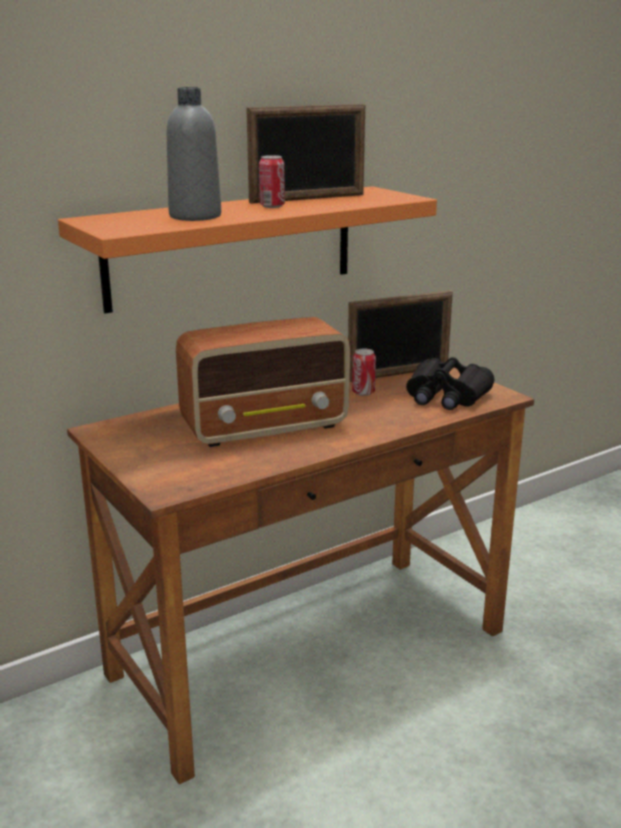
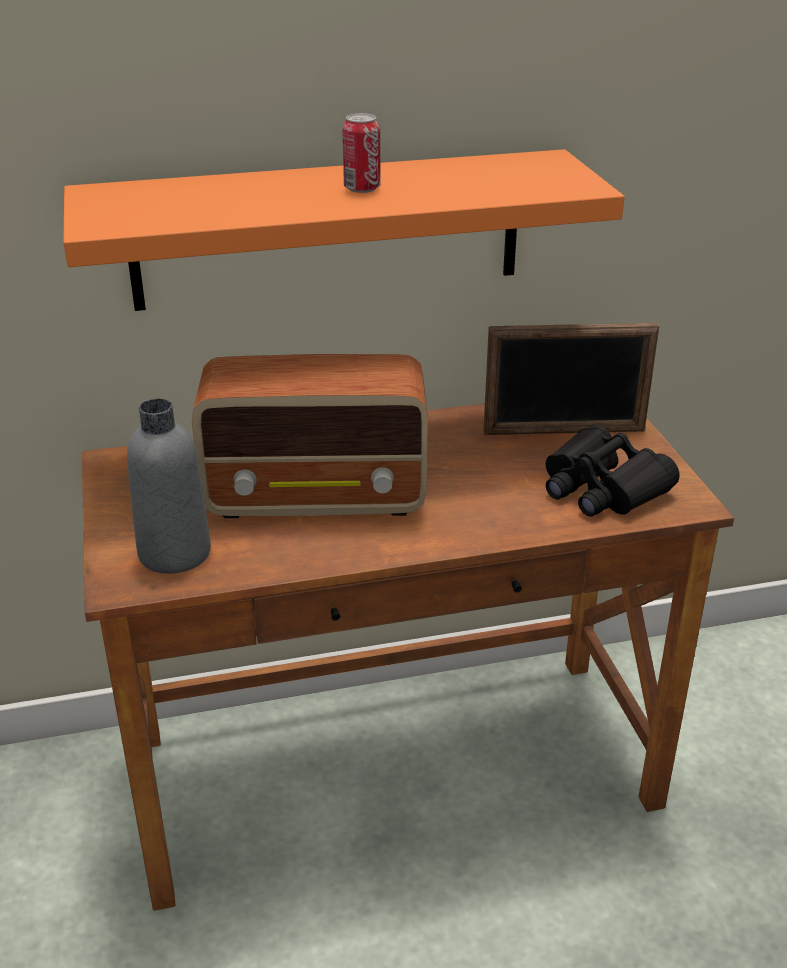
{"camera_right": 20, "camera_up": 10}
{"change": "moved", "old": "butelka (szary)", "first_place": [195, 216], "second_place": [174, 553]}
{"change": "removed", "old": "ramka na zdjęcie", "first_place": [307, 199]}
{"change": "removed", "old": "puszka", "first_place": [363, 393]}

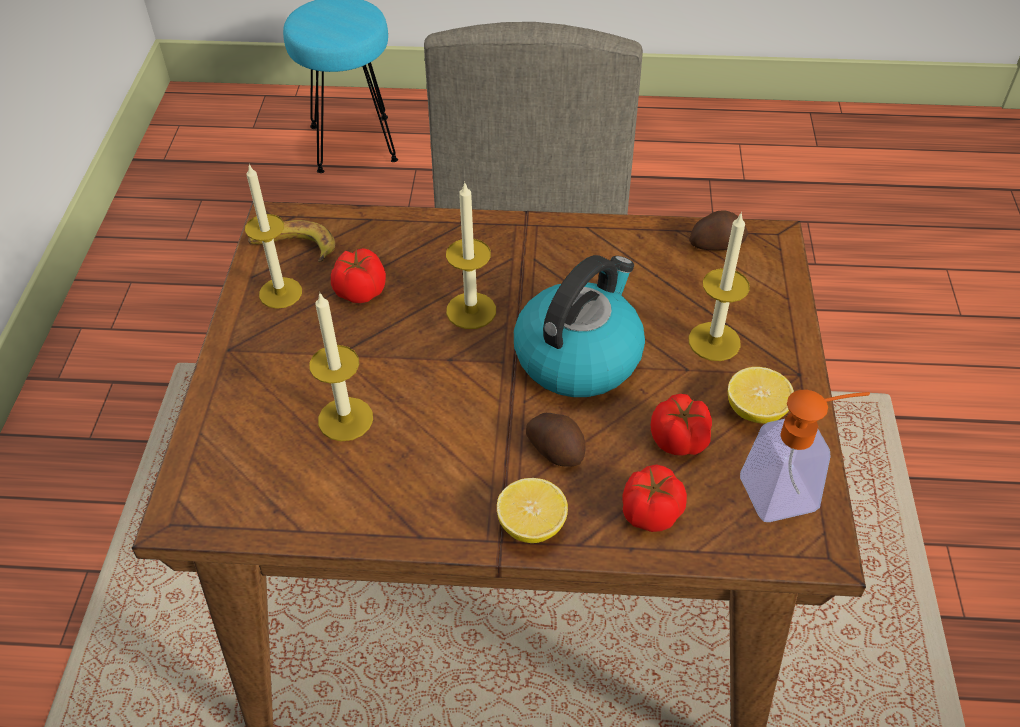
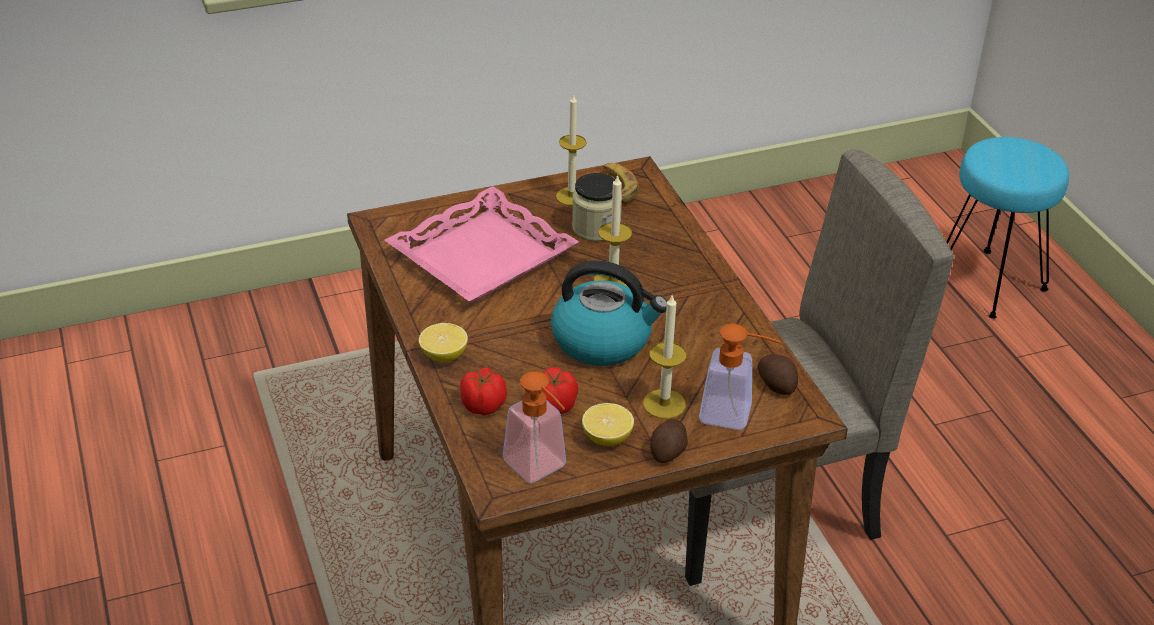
{"camera_right": 65, "camera_up": -10}
{"change": "replaced", "old": "świeca", "new": "taca (różowy)", "first_place": [345, 419], "second_place": [482, 257]}
{"change": "replaced", "old": "pomidor", "new": "słoik", "first_place": [359, 291], "second_place": [596, 228]}
{"change": "moved", "old": "ziemniak", "first_place": [556, 449], "second_place": [669, 451]}
{"change": "added", "new": "dozownik mydła", "second_place": [735, 415]}

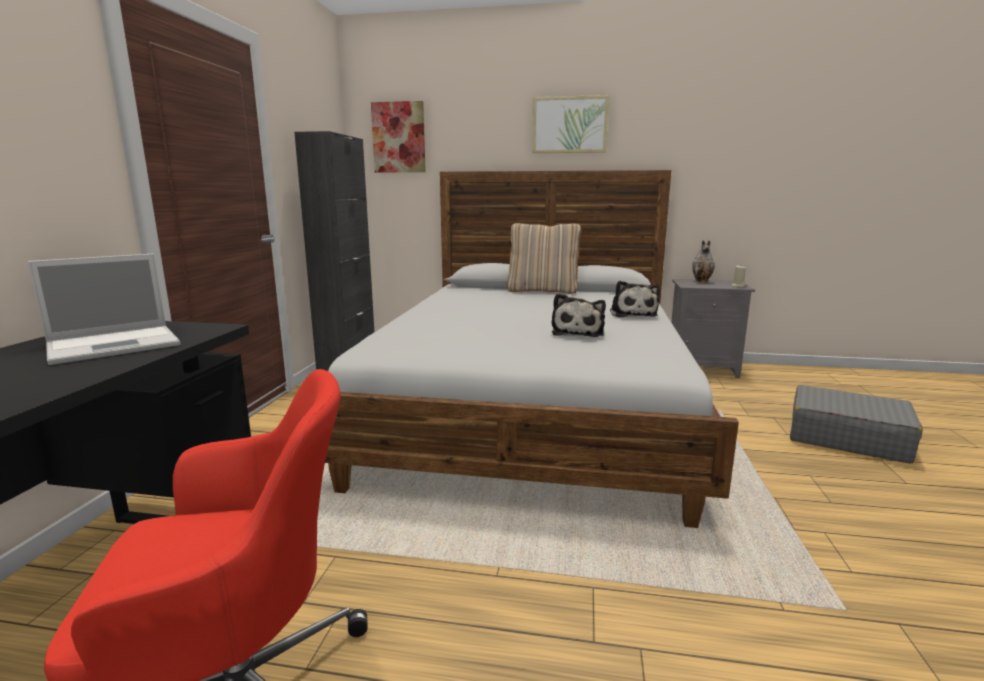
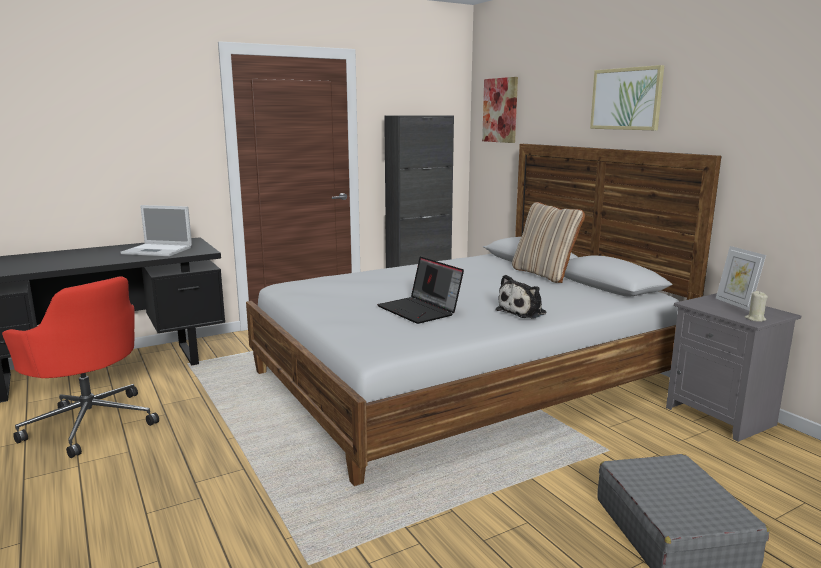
{"camera_right": 50, "camera_up": 0}
{"change": "replaced", "old": "pluszak", "new": "laptop", "first_place": [577, 332], "second_place": [420, 310]}
{"change": "replaced", "old": "wazon", "new": "ramka na zdjęcie", "first_place": [702, 281], "second_place": [735, 304]}

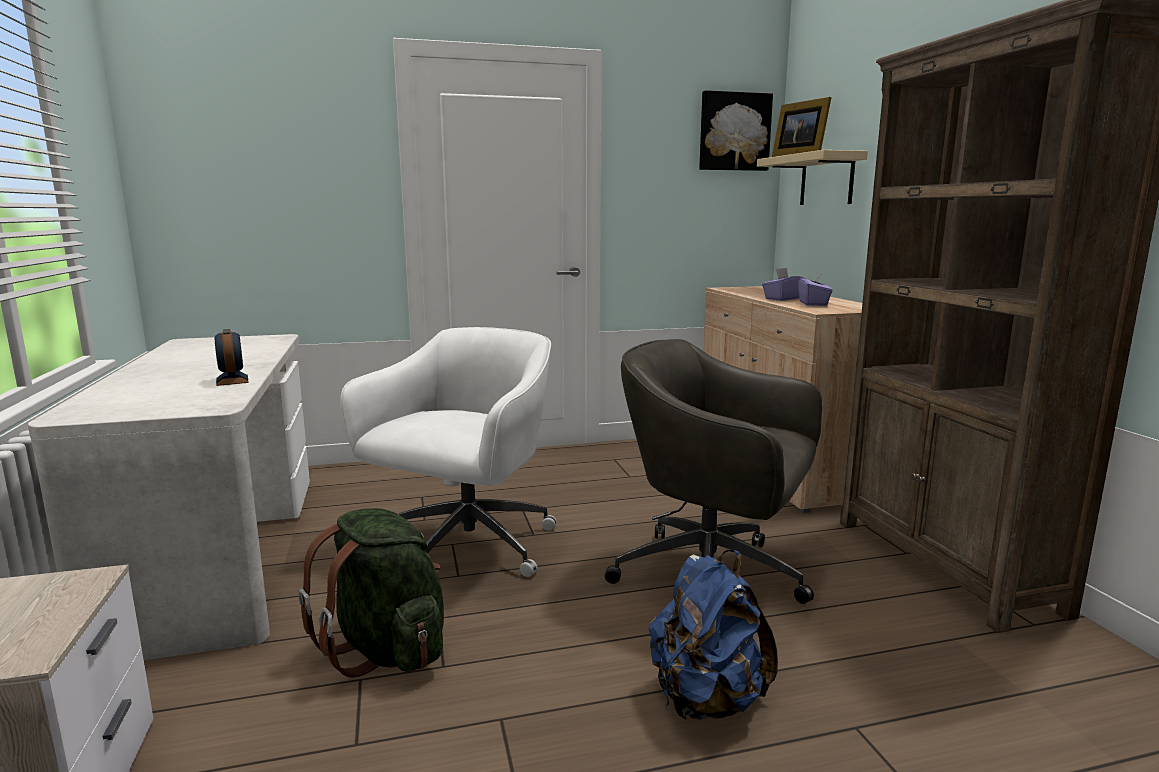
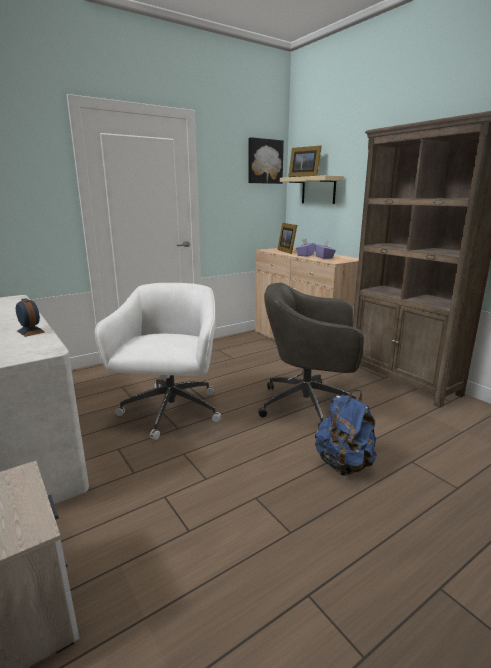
{"camera_right": -20, "camera_up": 5}
{"change": "added", "new": "ramka na zdjęcie", "second_place": [287, 251]}
{"change": "removed", "old": "plecak (zielony)", "first_place": [386, 649]}

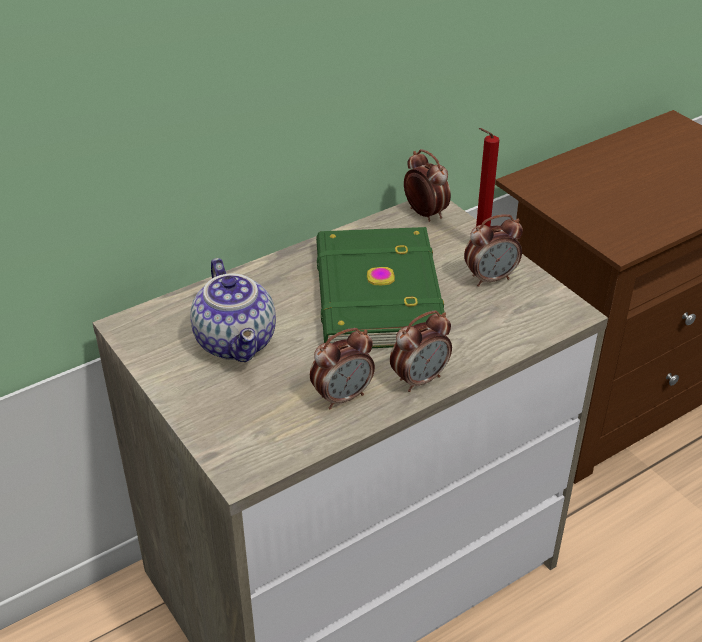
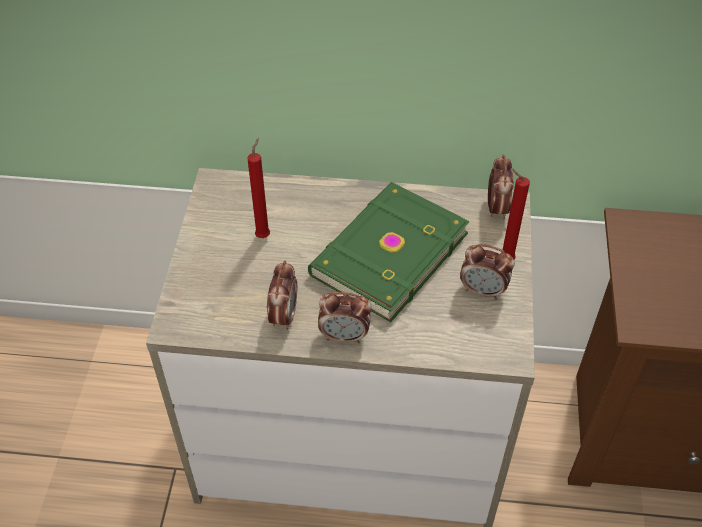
{"camera_right": 40, "camera_up": 10}
{"change": "replaced", "old": "imbryk", "new": "świeca (czerwony)", "first_place": [238, 342], "second_place": [264, 235]}
{"change": "turned", "old": "budzik", "first_place": [343, 397], "second_place": [283, 316], "degrees": -90}

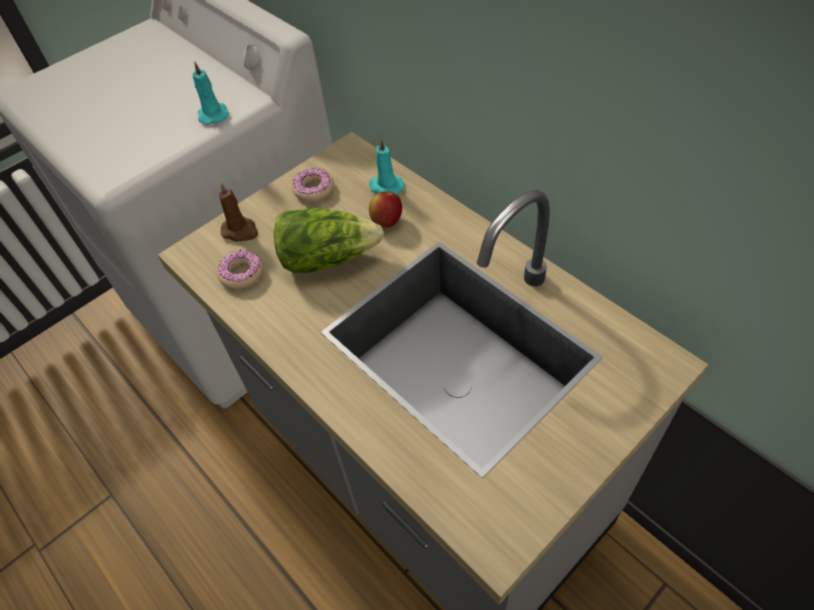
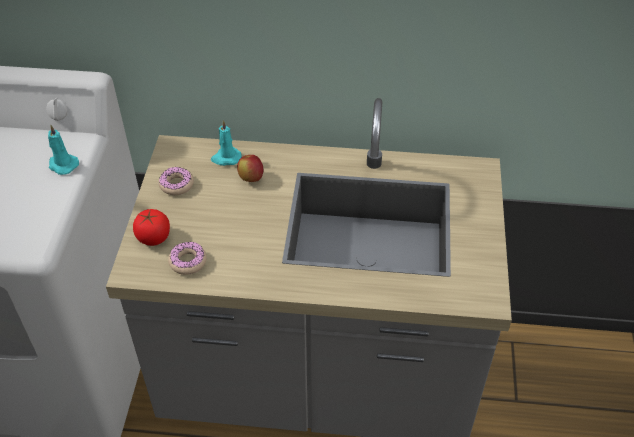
{"camera_right": -45, "camera_up": -5}
{"change": "replaced", "old": "świeca (brązowy)", "new": "pomidor", "first_place": [240, 231], "second_place": [153, 237]}
{"change": "removed", "old": "sałata", "first_place": [327, 258]}

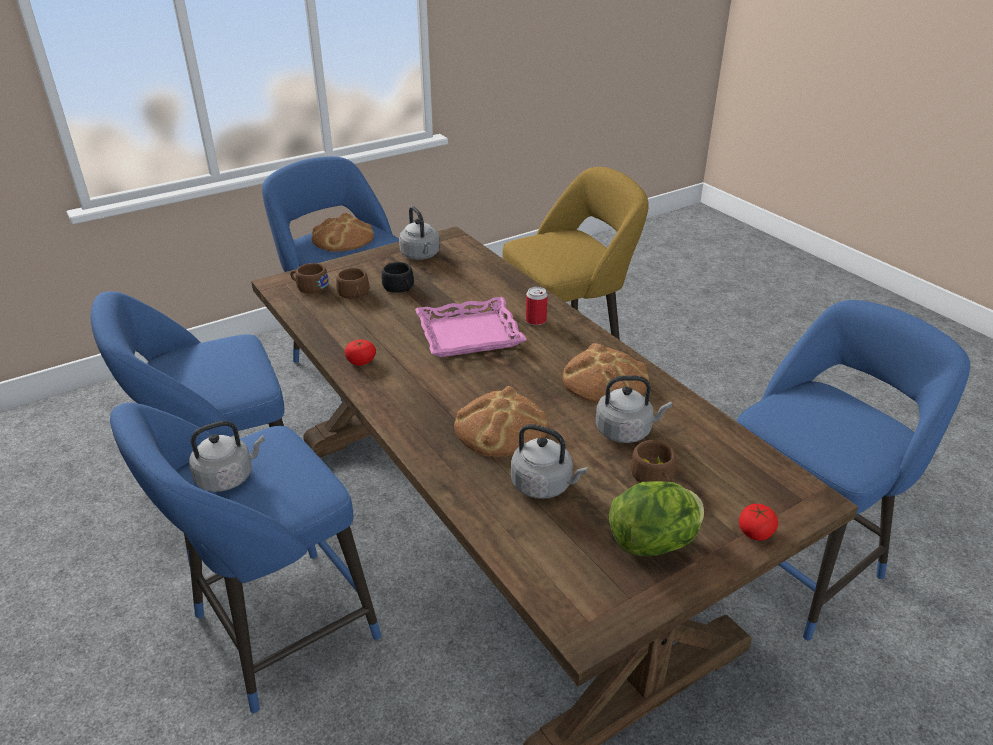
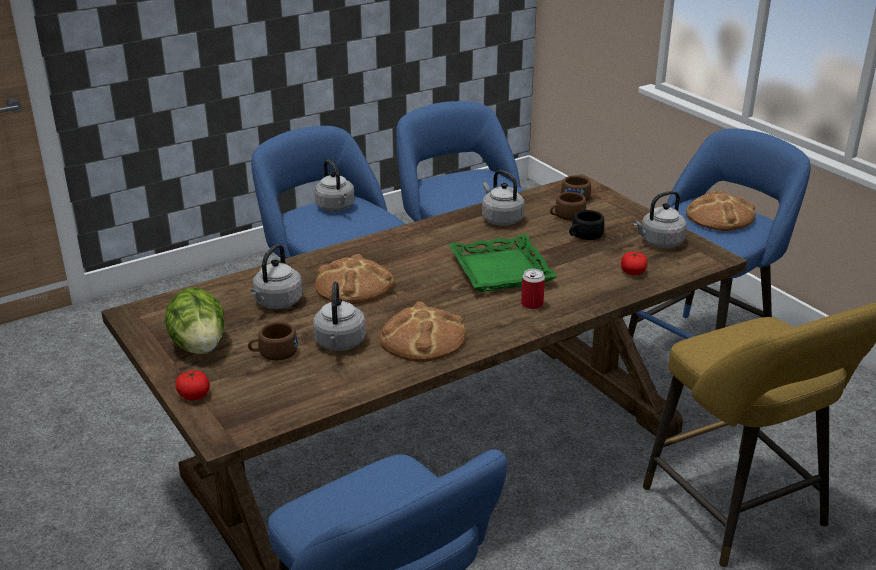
{"camera_right": 90, "camera_up": -5}
{"change": "recoloured", "old": "taca (różowy)", "new": "taca (zielony)", "first_place": [469, 335], "second_place": [500, 270]}
{"change": "added", "new": "czajnik (szary)", "second_place": [500, 219]}
{"change": "moved", "old": "pomidor", "first_place": [361, 361], "second_place": [633, 272]}

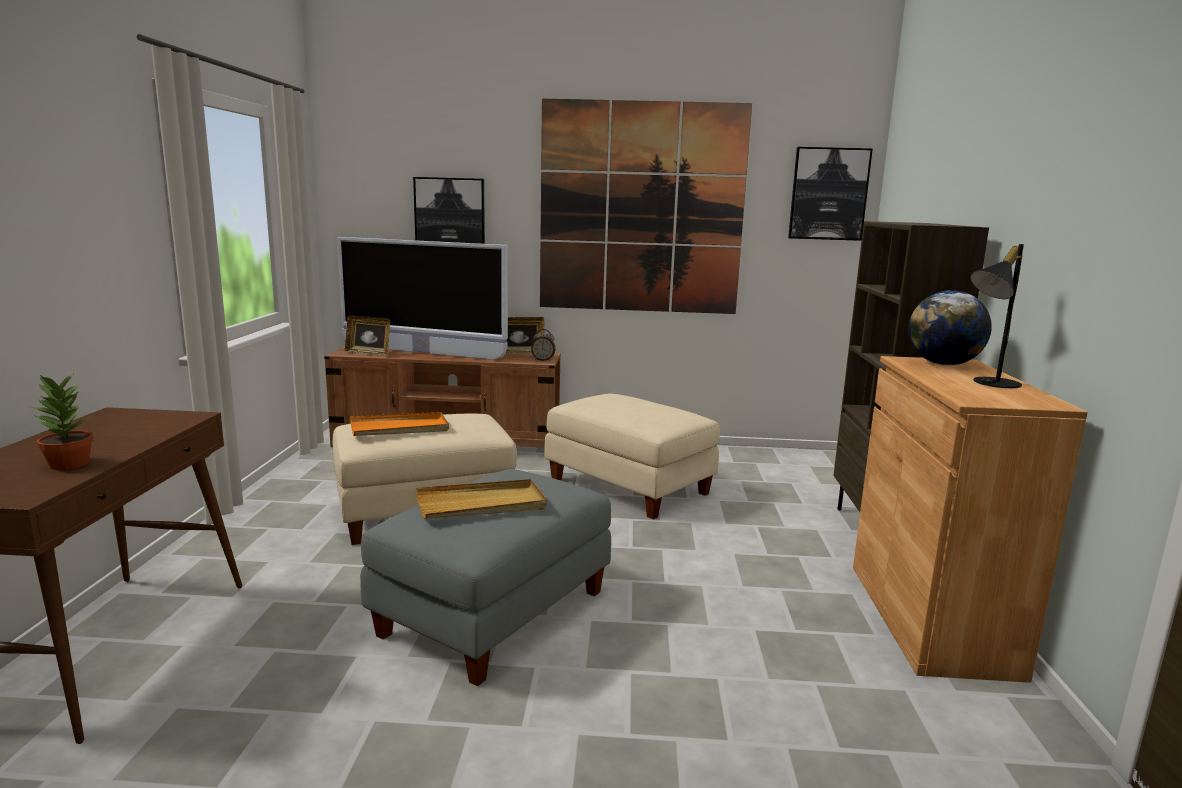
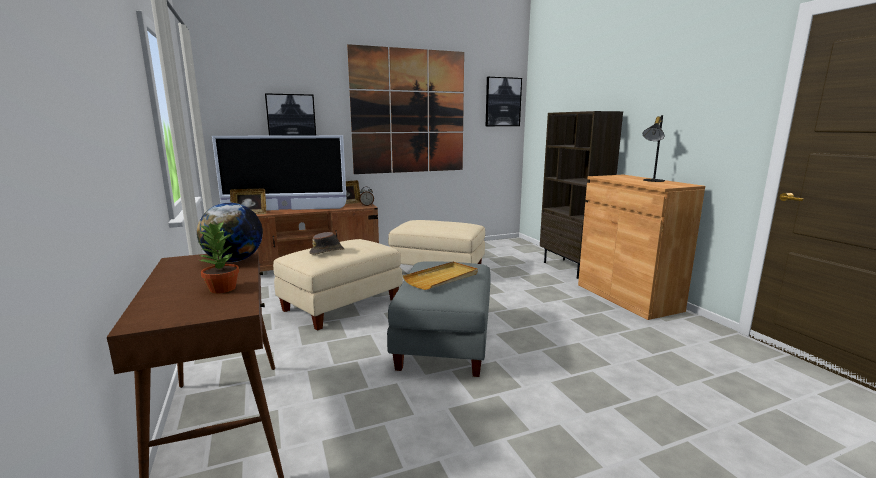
{"camera_right": -25, "camera_up": 0}
{"change": "moved", "old": "globus", "first_place": [943, 364], "second_place": [234, 260]}
{"change": "replaced", "old": "taca (pomarańczowy)", "new": "kapelusz (brązowy)", "first_place": [400, 428], "second_place": [327, 252]}

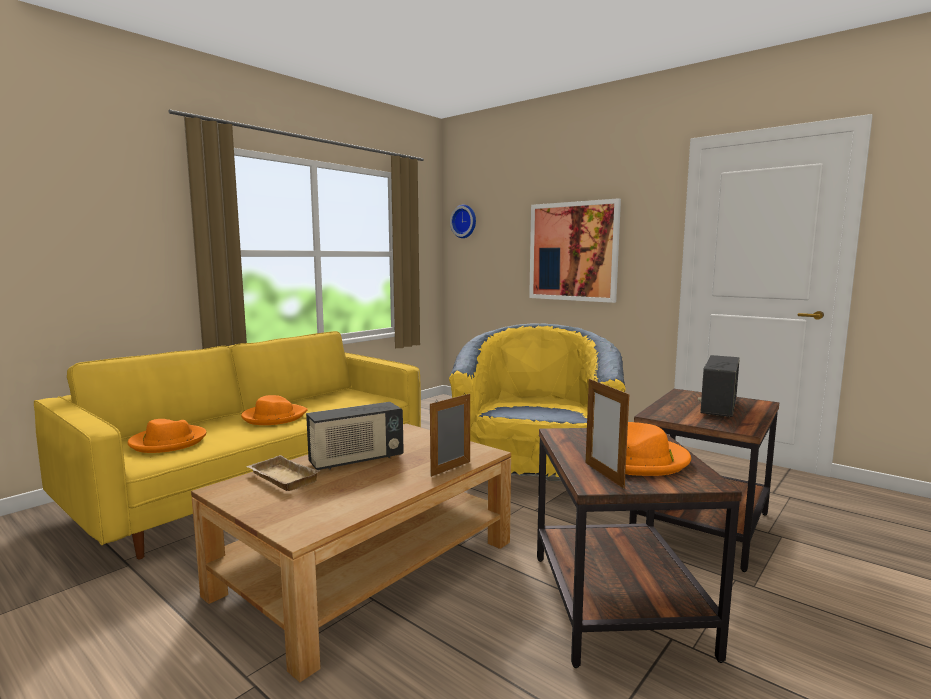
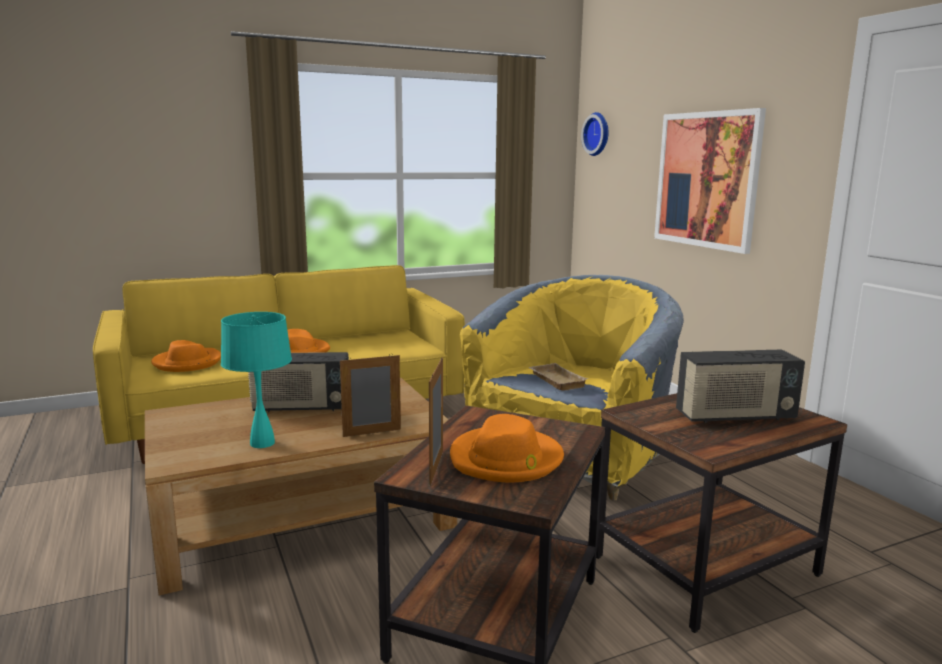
{"camera_right": 25, "camera_up": 5}
{"change": "added", "new": "lampa stołowa (turkusowy)", "second_place": [263, 443]}
{"change": "moved", "old": "taca (beżowy)", "first_place": [281, 478], "second_place": [555, 381]}
{"change": "turned", "old": "radio", "first_place": [717, 407], "second_place": [735, 416], "degrees": -150}

